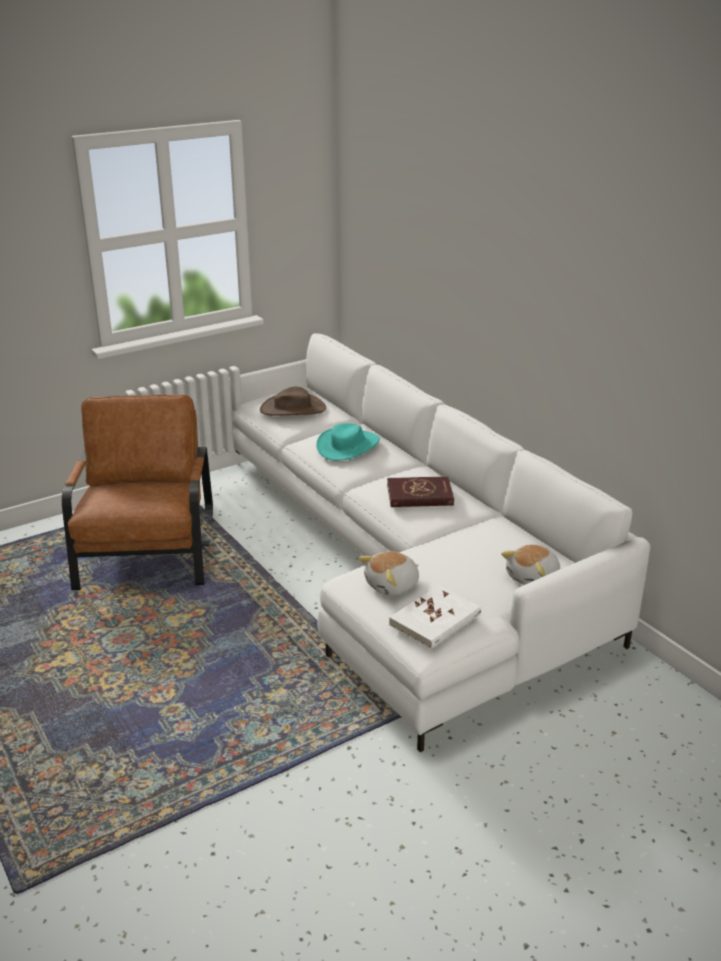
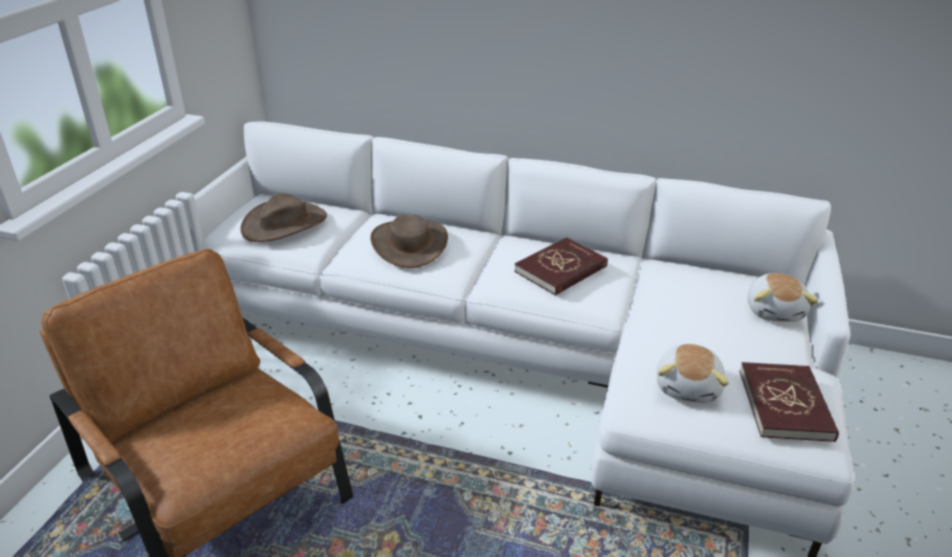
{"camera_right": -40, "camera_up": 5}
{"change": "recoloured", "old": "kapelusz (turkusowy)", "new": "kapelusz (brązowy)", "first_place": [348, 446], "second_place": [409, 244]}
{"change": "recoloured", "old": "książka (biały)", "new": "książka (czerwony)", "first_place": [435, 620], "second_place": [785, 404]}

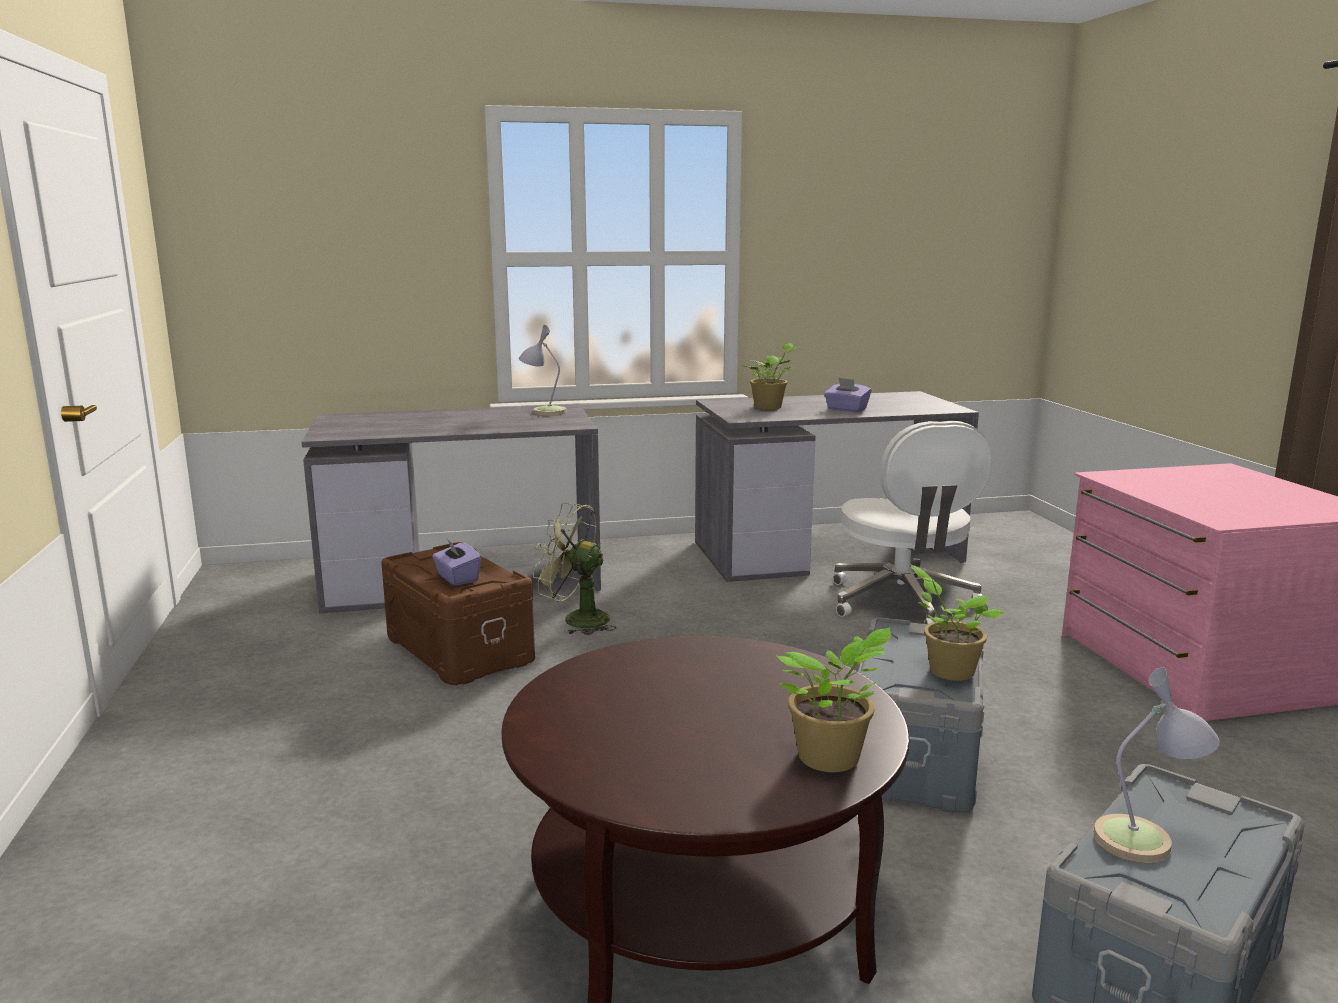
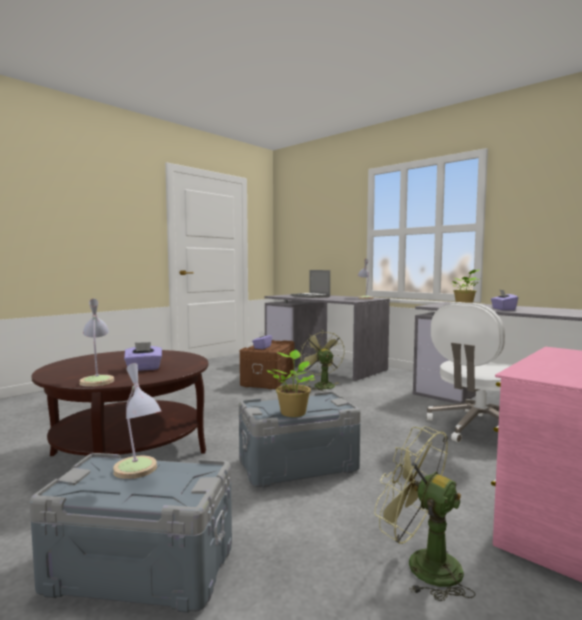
{"camera_right": 55, "camera_up": -10}
{"change": "replaced", "old": "roślina doniczkowa", "new": "lampa stołowa", "first_place": [832, 760], "second_place": [97, 380]}
{"change": "added", "new": "pudełko chusteczek (fioletowy)", "second_place": [143, 368]}
{"change": "added", "new": "laptop", "second_place": [311, 296]}
{"change": "added", "new": "wentylator (zielony)", "second_place": [421, 564]}

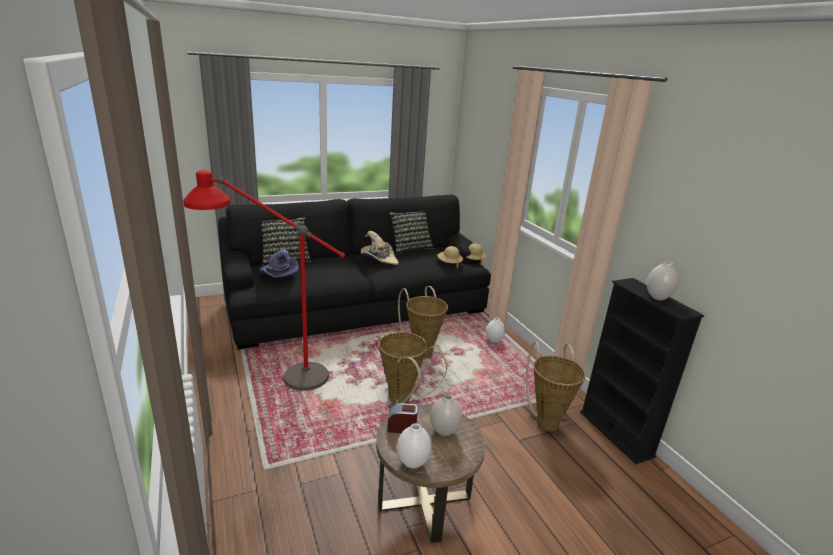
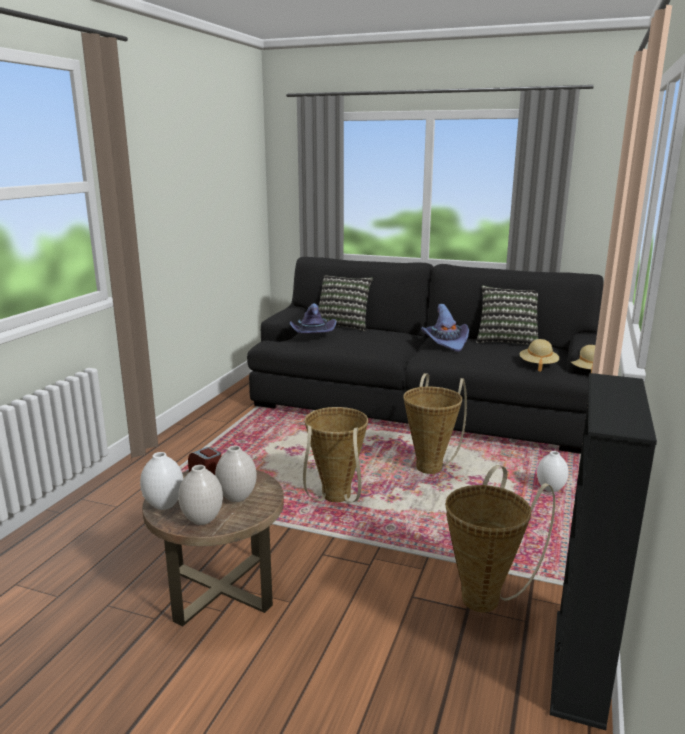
{"camera_right": 45, "camera_up": -5}
{"change": "moved", "old": "wazon (biały)", "first_place": [657, 297], "second_place": [202, 519]}
{"change": "recoloured", "old": "kapelusz (beżowy)", "new": "kapelusz (fioletowy)", "first_place": [379, 259], "second_place": [446, 342]}
{"change": "removed", "old": "lampa stojąca (czerwony)", "first_place": [274, 375]}

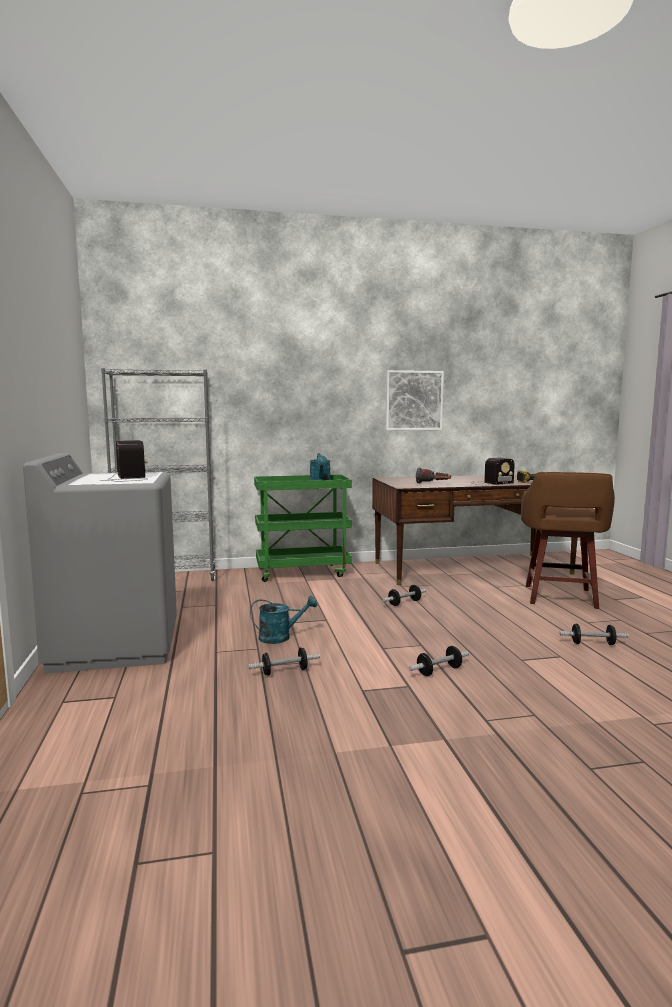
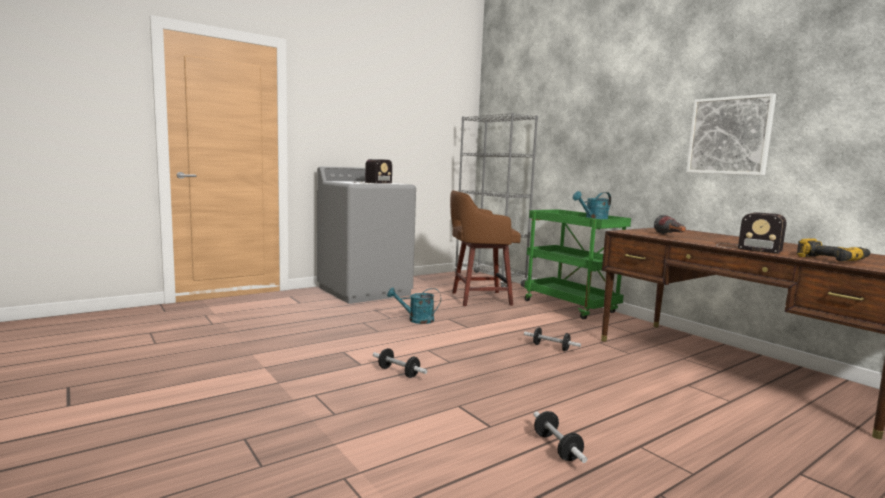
{"camera_right": 65, "camera_up": 0}
{"change": "turned", "old": "konewka (turkusowy)", "first_place": [280, 637], "second_place": [416, 320], "degrees": 120}
{"change": "moved", "old": "stołek (brązowy)", "first_place": [560, 597], "second_place": [478, 298]}
{"change": "removed", "old": "hantel", "first_place": [284, 671]}

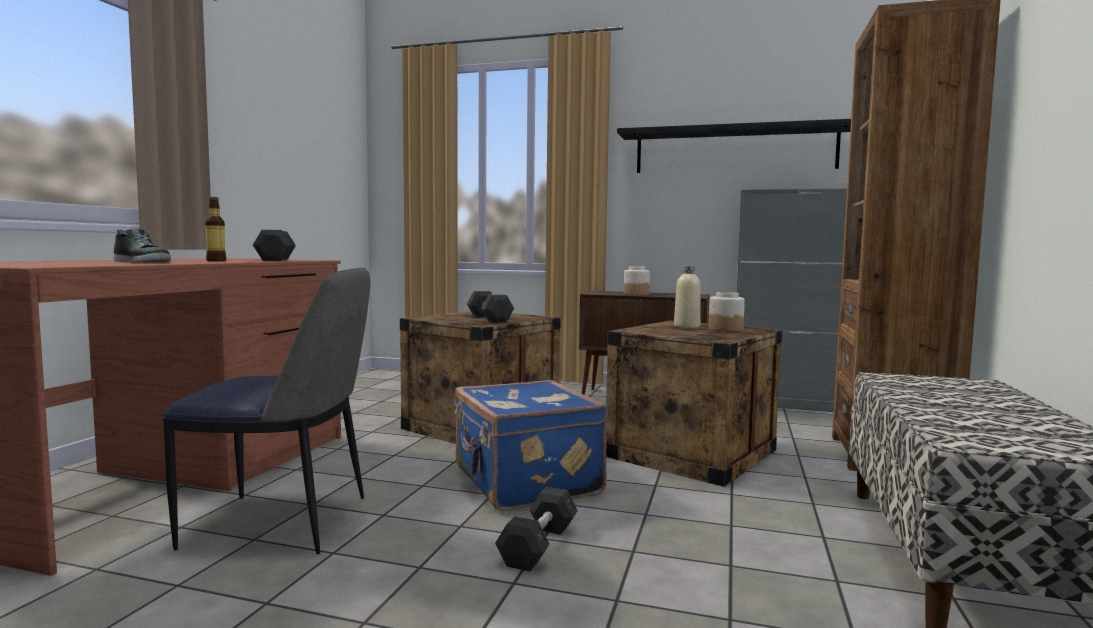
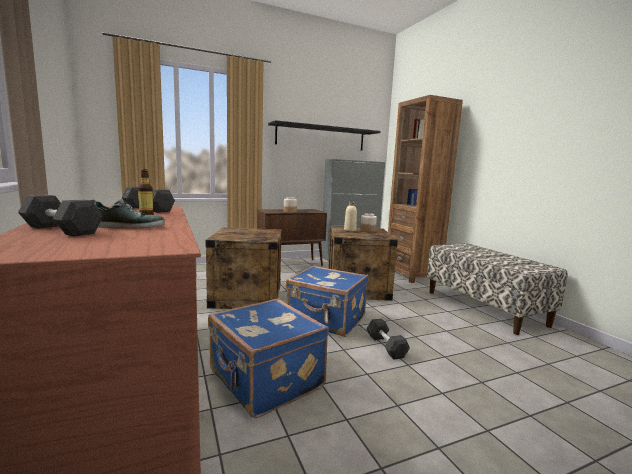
{"camera_right": -40, "camera_up": 5}
{"change": "moved", "old": "hantel (szary)", "first_place": [489, 318], "second_place": [61, 230]}
{"change": "replaced", "old": "krzesło", "new": "walizka (niebieski)", "first_place": [283, 523], "second_place": [264, 381]}

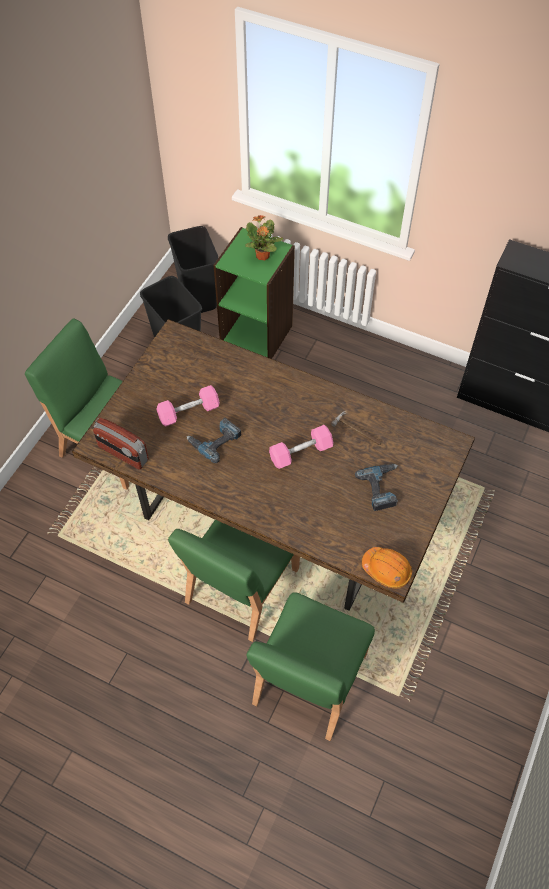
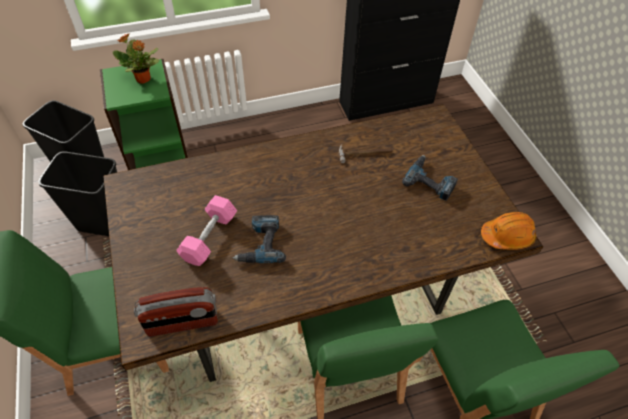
{"camera_right": -45, "camera_up": -5}
{"change": "removed", "old": "hantel (różowy)", "first_place": [301, 453]}

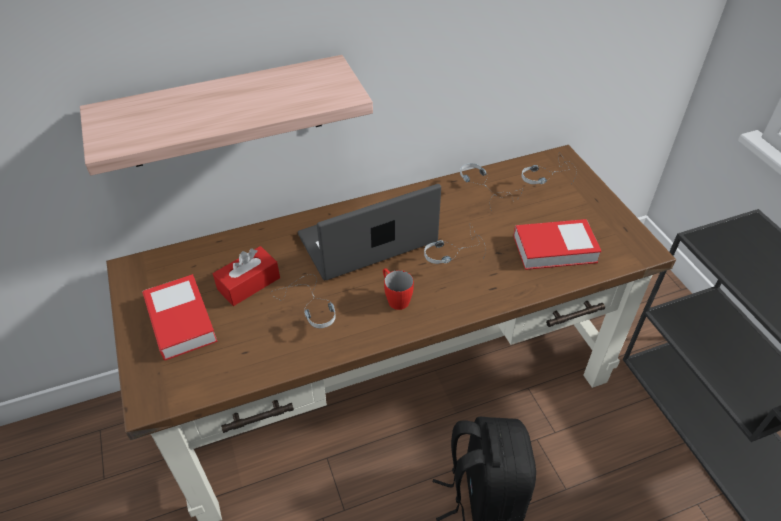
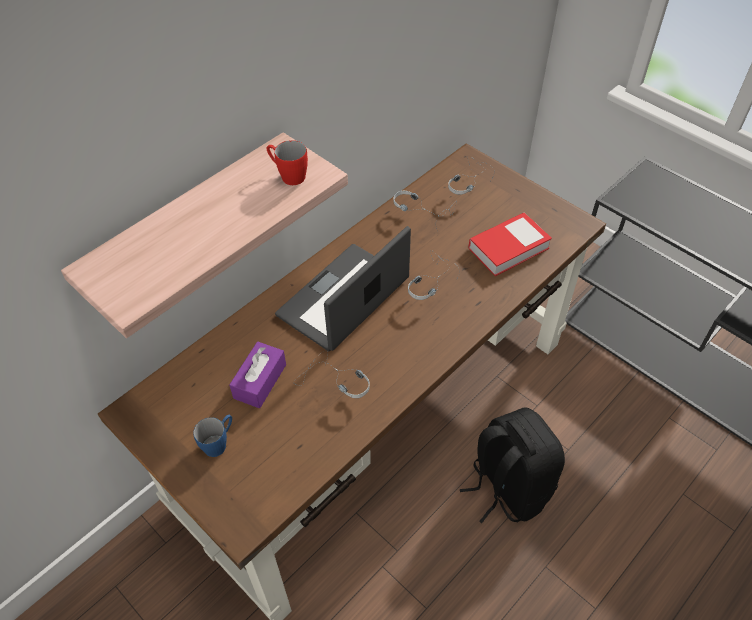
{"camera_right": -25, "camera_up": 5}
{"change": "replaced", "old": "książka", "new": "kubek (niebieski)", "first_place": [181, 321], "second_place": [219, 442]}
{"change": "recoloured", "old": "pudełko chusteczek (czerwony)", "new": "pudełko chusteczek (fioletowy)", "first_place": [249, 283], "second_place": [260, 381]}
{"change": "moved", "old": "kubek (czerwony)", "first_place": [395, 298], "second_place": [288, 175]}

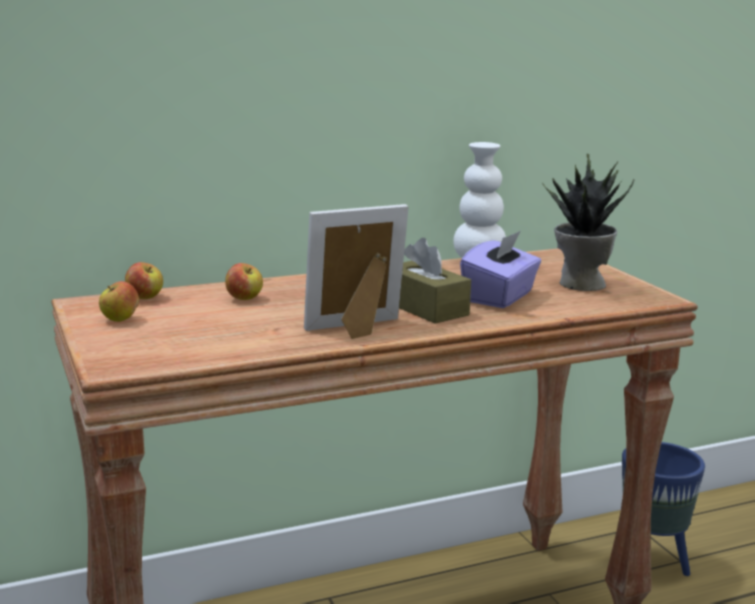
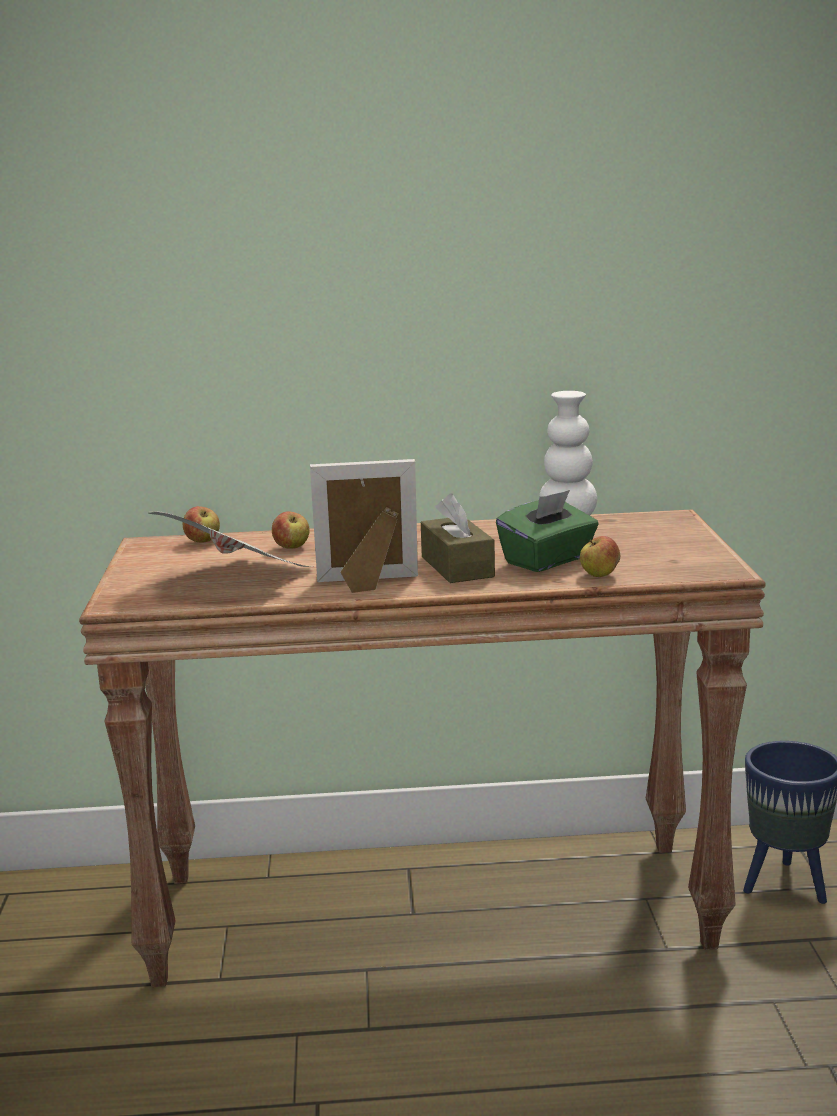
{"camera_right": 20, "camera_up": 0}
{"change": "added", "new": "gazeta", "second_place": [235, 580]}
{"change": "recoloured", "old": "pudełko chusteczek (fioletowy)", "new": "pudełko chusteczek (zielony)", "first_place": [500, 297], "second_place": [548, 560]}
{"change": "moved", "old": "jabłko", "first_place": [120, 320], "second_place": [599, 575]}
{"change": "removed", "old": "roślina doniczkowa", "first_place": [580, 284]}

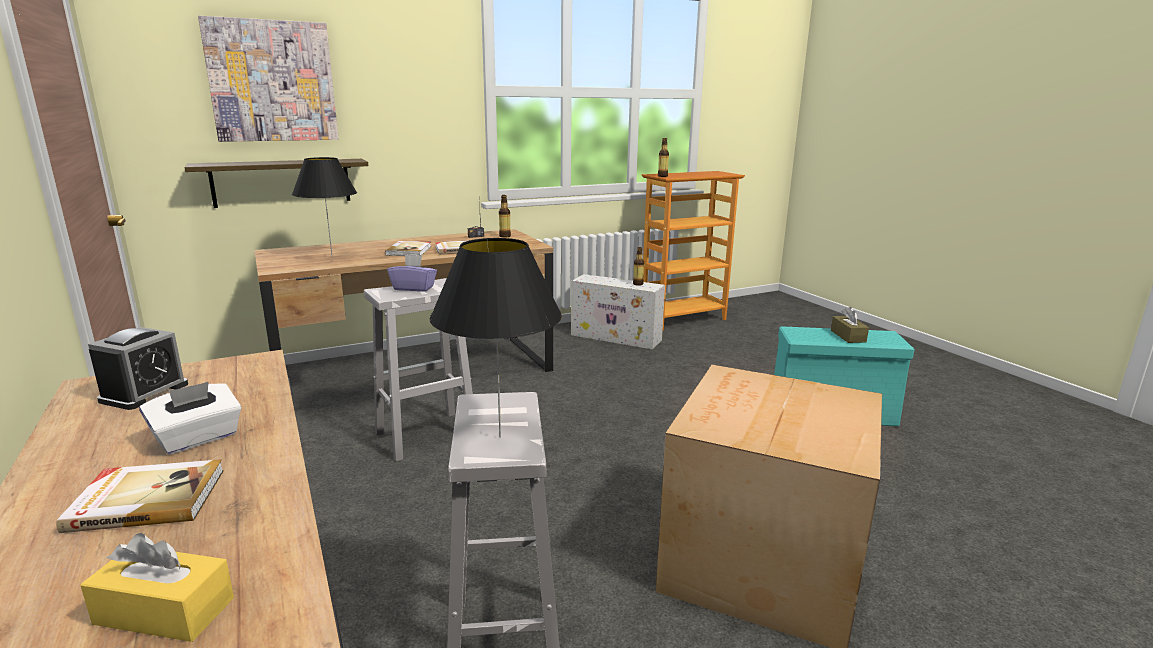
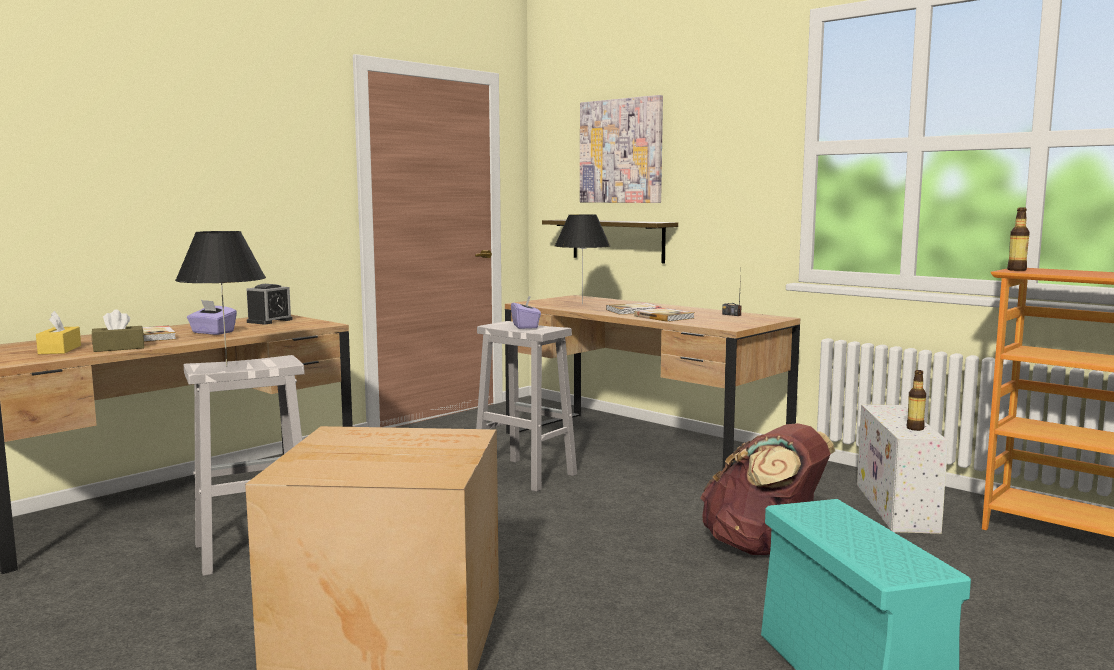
{"camera_right": 70, "camera_up": -10}
{"change": "moved", "old": "pudełko chusteczek (brązowy)", "first_place": [848, 336], "second_place": [119, 348]}
{"change": "recoloured", "old": "pudełko chusteczek (biały)", "new": "pudełko chusteczek (fioletowy)", "first_place": [198, 438], "second_place": [212, 332]}
{"change": "turned", "old": "budzik", "first_place": [144, 392], "second_place": [269, 321], "degrees": -60}
{"change": "added", "new": "plecak (brązowy)", "second_place": [763, 547]}
{"change": "removed", "old": "butelka", "first_place": [504, 236]}

